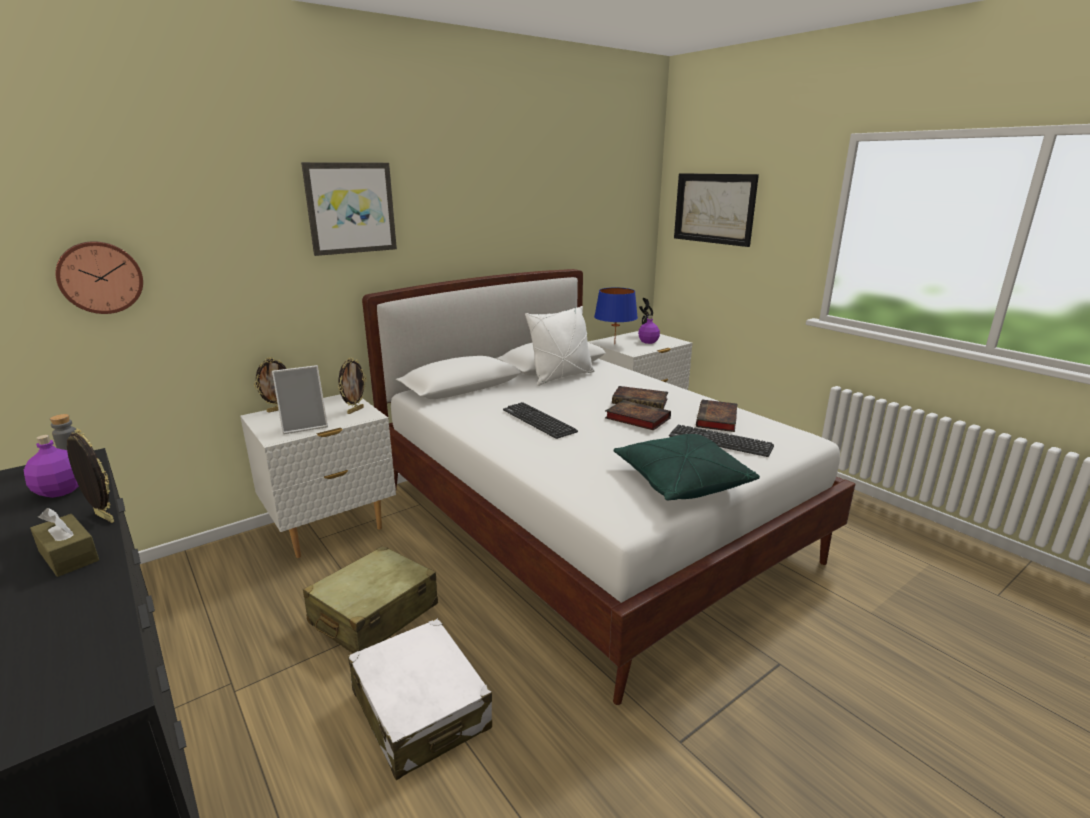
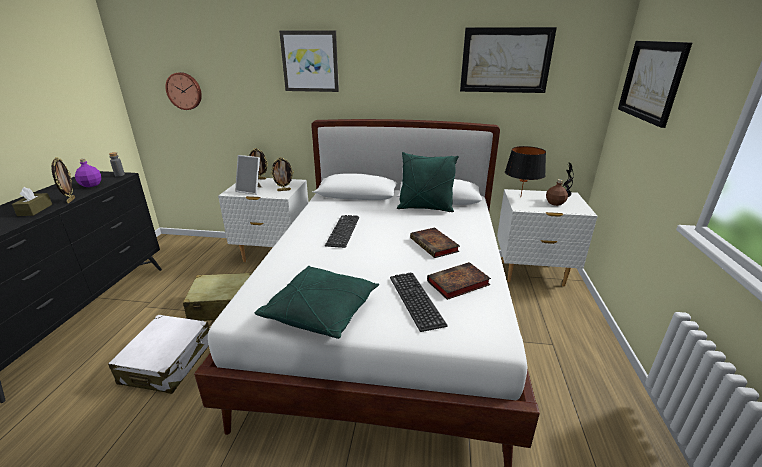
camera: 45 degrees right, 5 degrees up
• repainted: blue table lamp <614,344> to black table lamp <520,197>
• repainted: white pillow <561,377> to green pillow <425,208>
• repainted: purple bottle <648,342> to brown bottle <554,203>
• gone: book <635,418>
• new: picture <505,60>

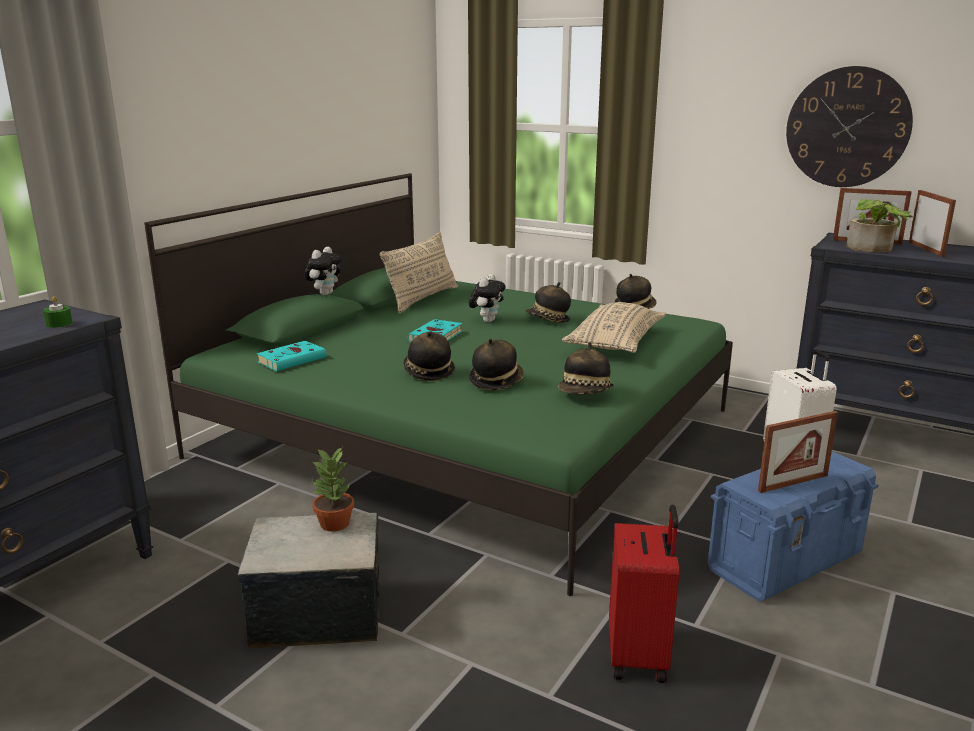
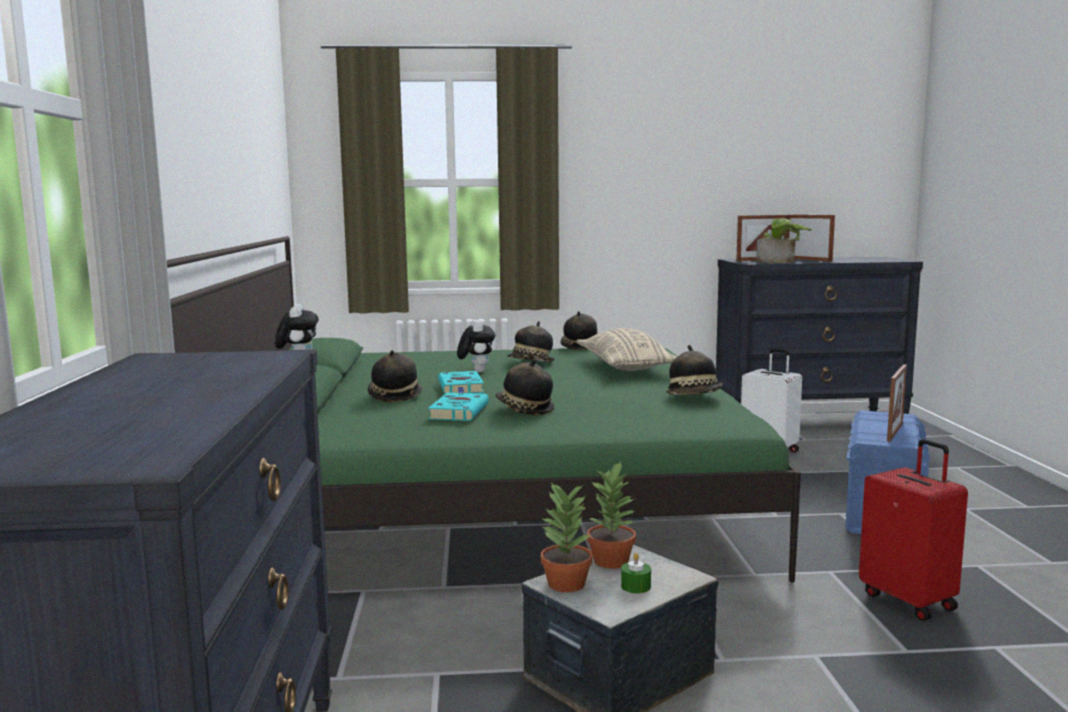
camera: 35 degrees left, 10 degrees down
• gone: wall clock <847,127>
• gone: beige pillow <423,299>
• shifted: green candle <59,324> to <635,586>
• shifted: hat <496,381> to <395,396>
• shifted: turquoise book <293,359> to <459,411>
• new: potted plant <565,584>

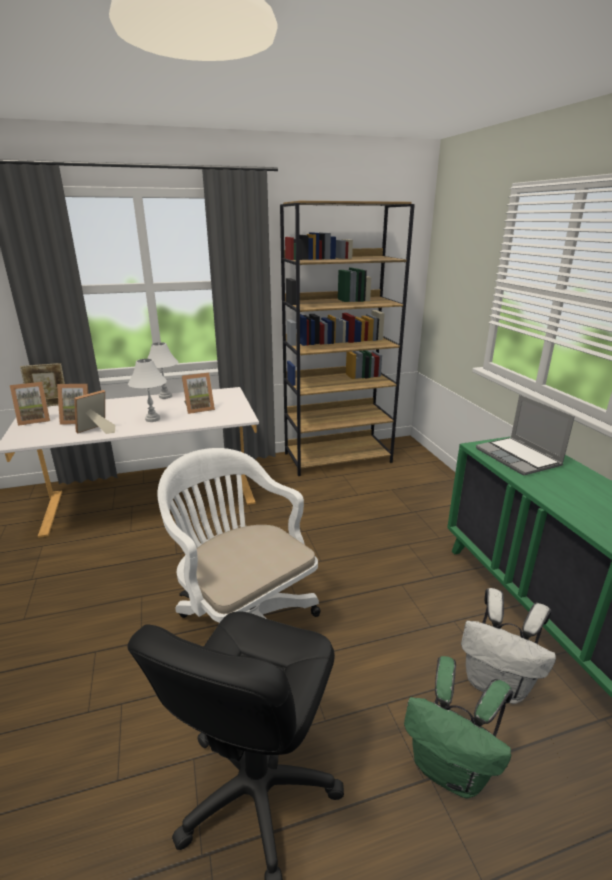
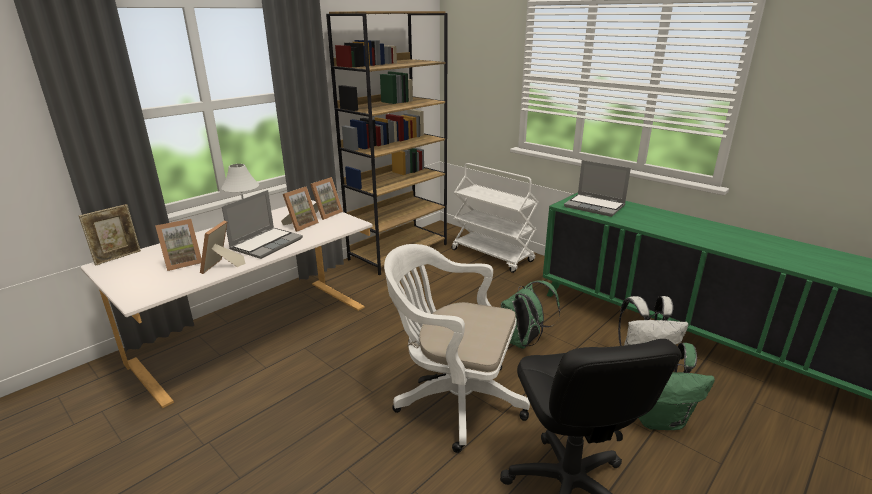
camera: 30 degrees left, 0 degrees up
• swapped: white table lamp <152,419> to laptop <267,244>
• shifted: picture frame <35,420> to <326,214>
• new: white cart <492,255>
• new: green backpack <524,342>

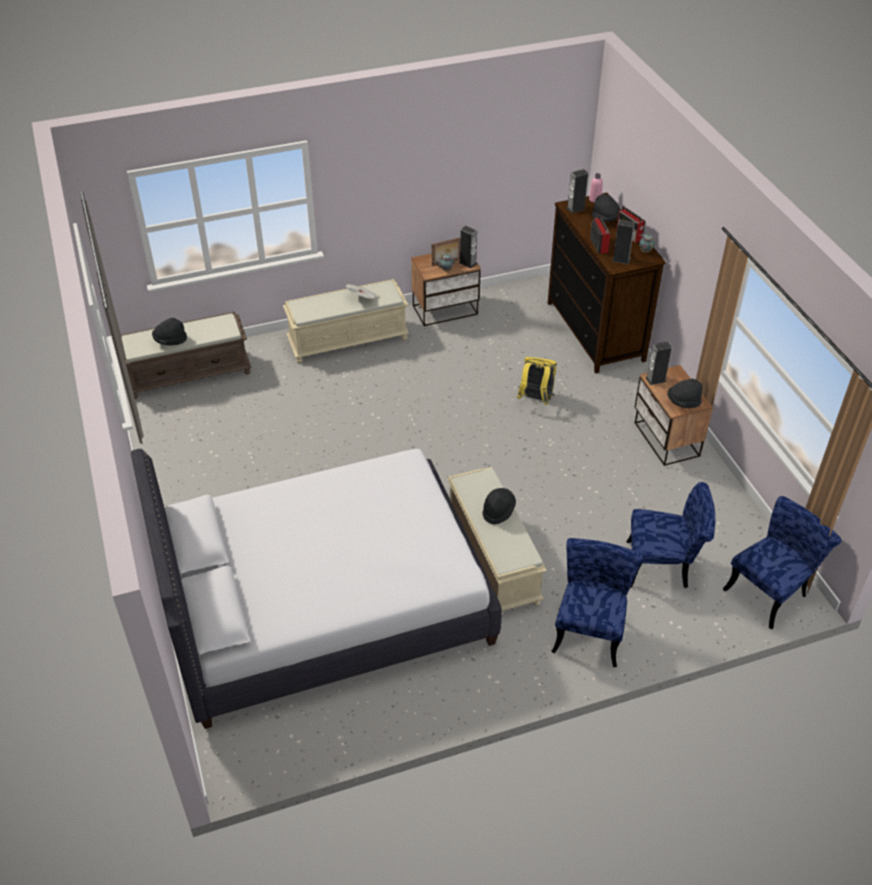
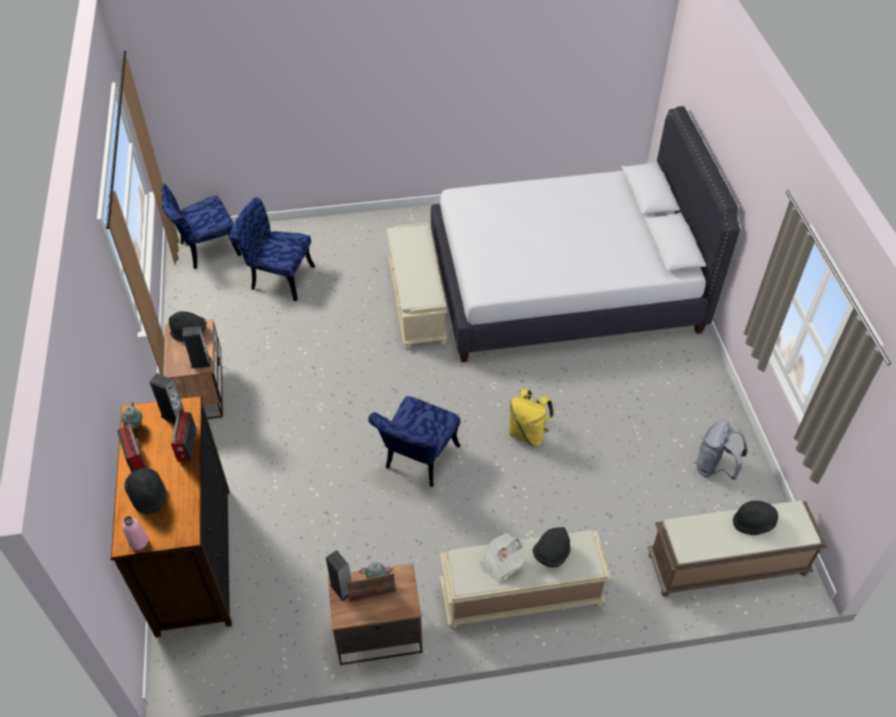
camera: 170 degrees left, 5 degrees up
• gone: speaker <575,208>
• shifted: yellow backpack <535,399> to <528,433>
• shifted: black hat <498,511> to <551,554>
• shifted: blue chair <590,629> to <417,461>
• new: grey backpack <714,468>

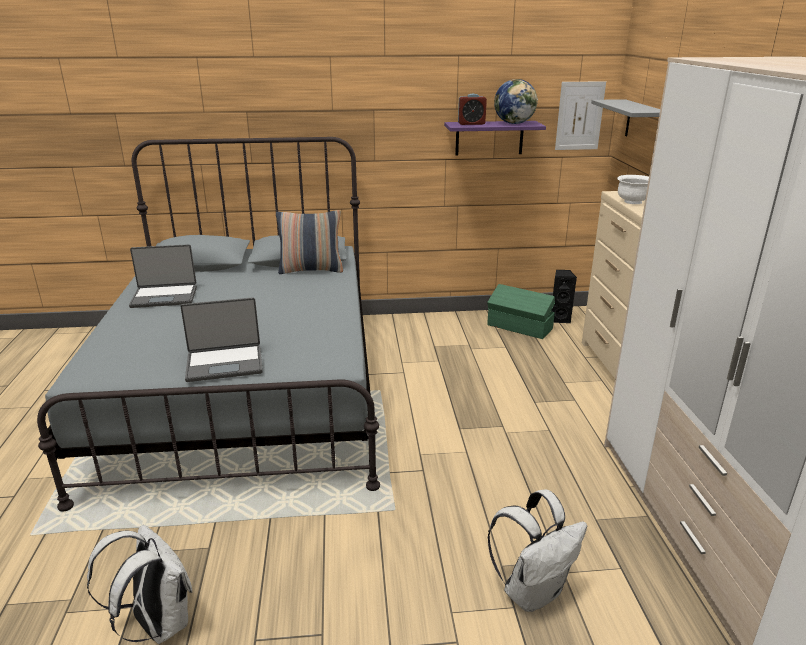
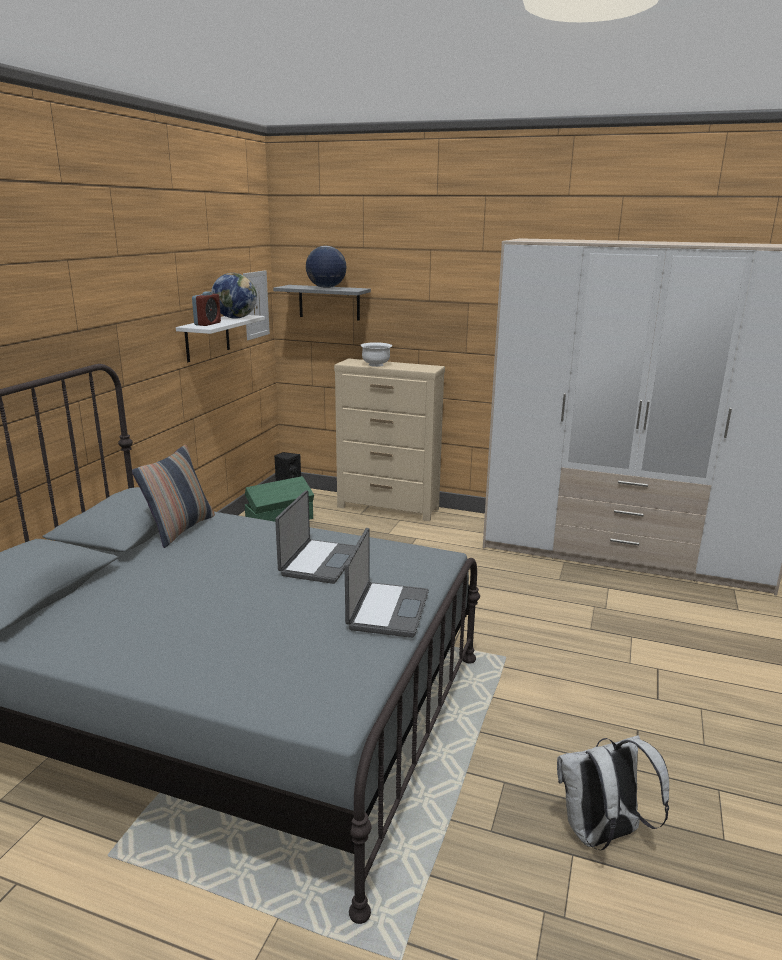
camera: 65 degrees left, 5 degrees down
• repainted: purple shelf <489,138> to white shelf <207,338>
• shifted: laptop <165,296> to <318,562>
• gone: white backpack <533,591>
• new: globe <326,288>

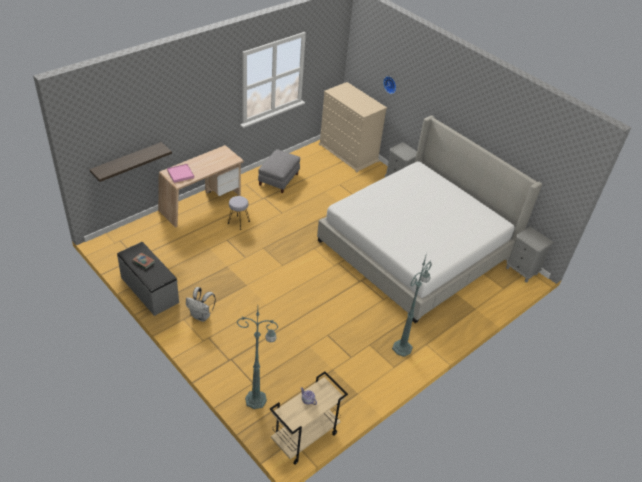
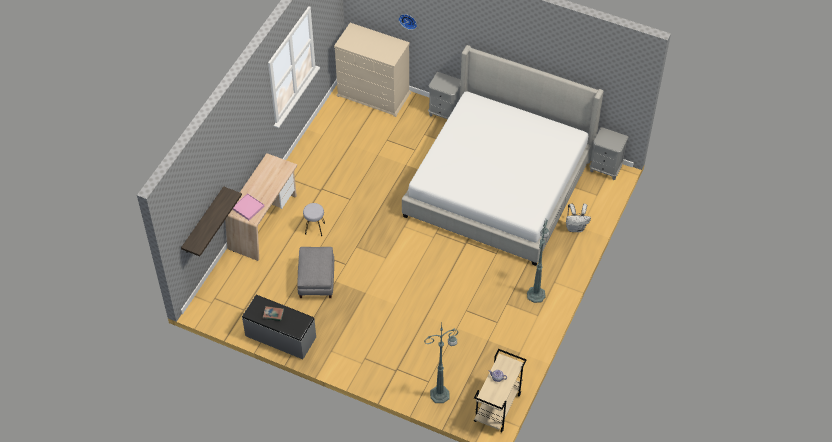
camera: 20 degrees left, 10 degrees up
• shifted: grey ottoman <279,179> to <316,280>
• shifted: white backpack <201,316> to <575,227>

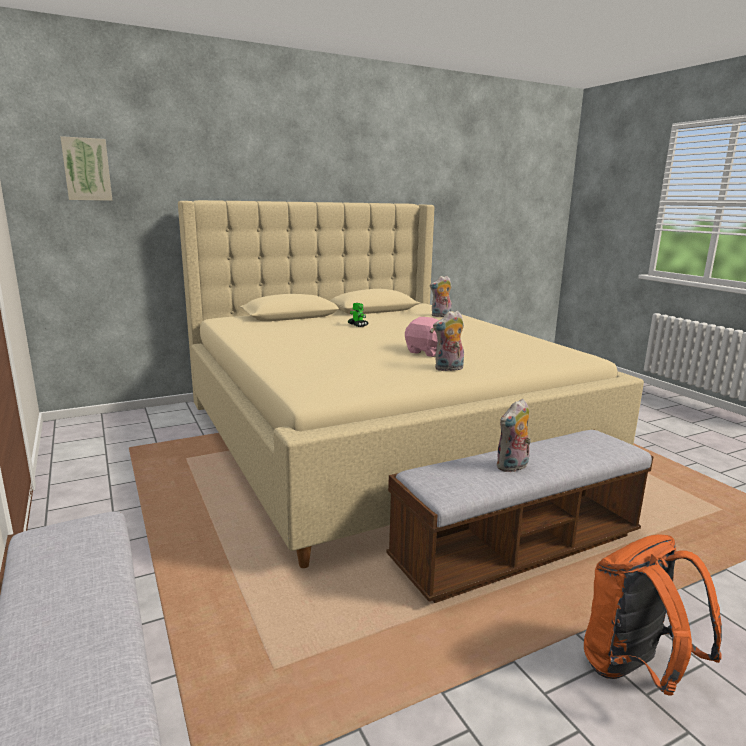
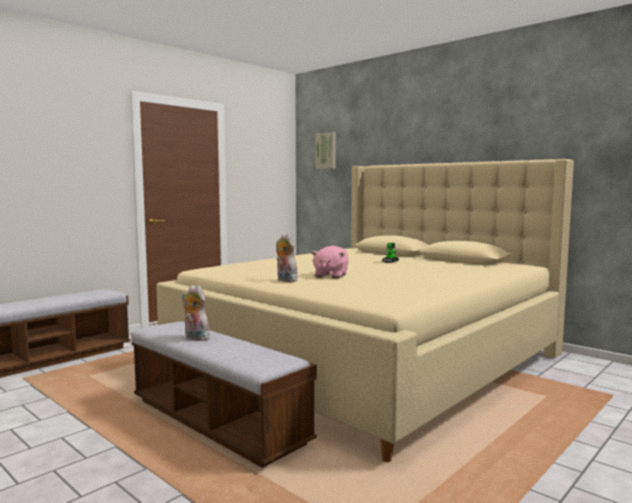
camera: 70 degrees right, 10 degrees down
• gone: plush toy <441,316>
• gone: orange backpack <634,671>

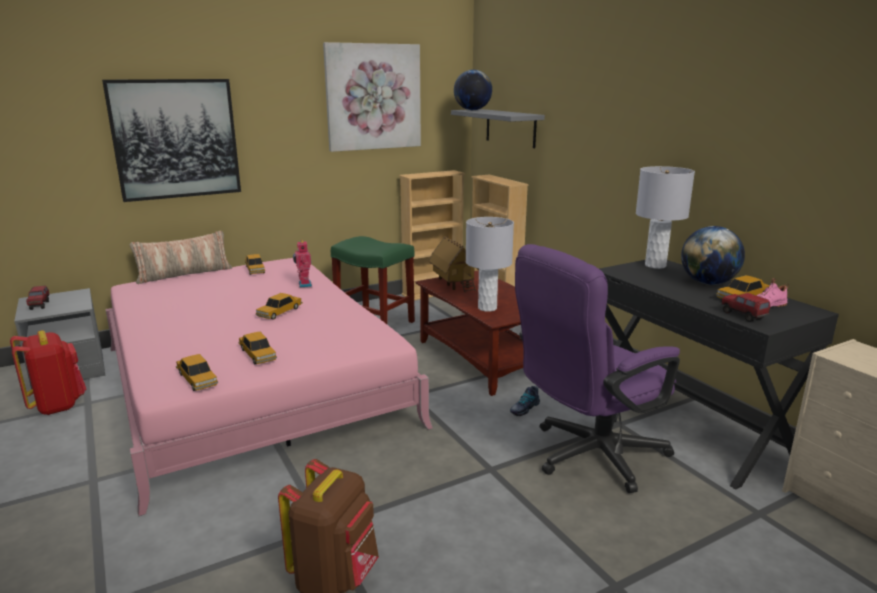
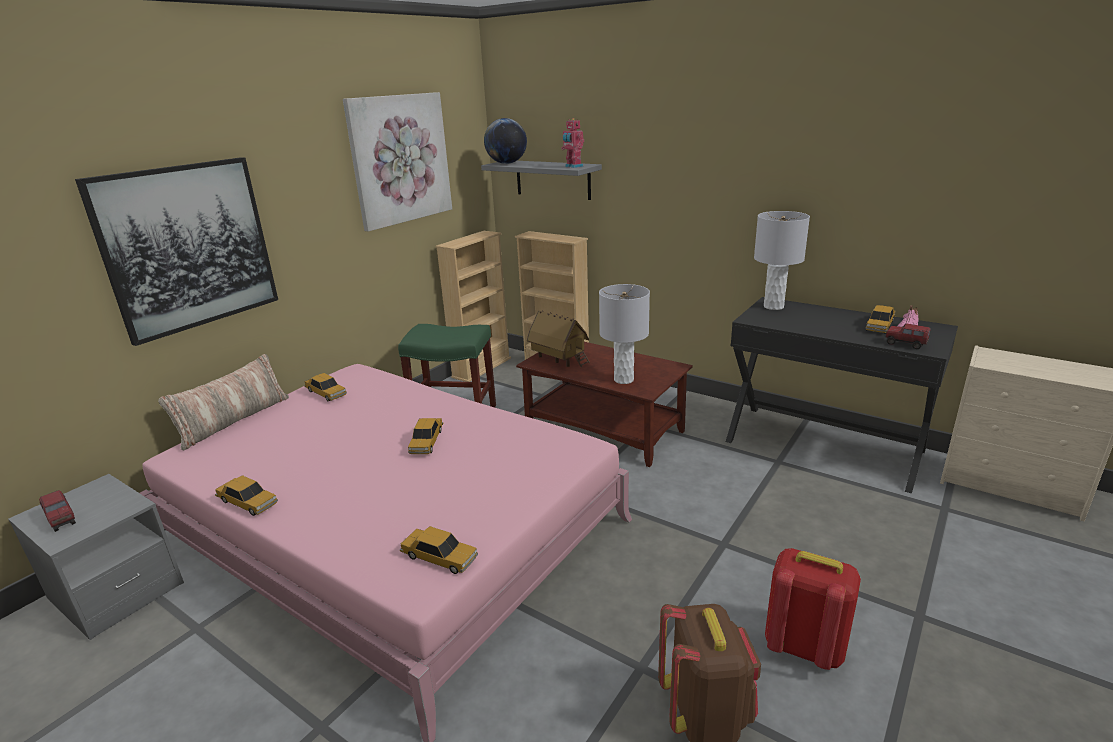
camera: 25 degrees left, 5 degrees up
• gone: globe <708,283>
• shifted: toy robot <304,285> to <573,166>
• gone: purple office chair <588,456>
• shifted: red backpack <58,405> to <803,646>
• shifted: toy car <258,354> to <248,502>
• gone: shoe <524,408>

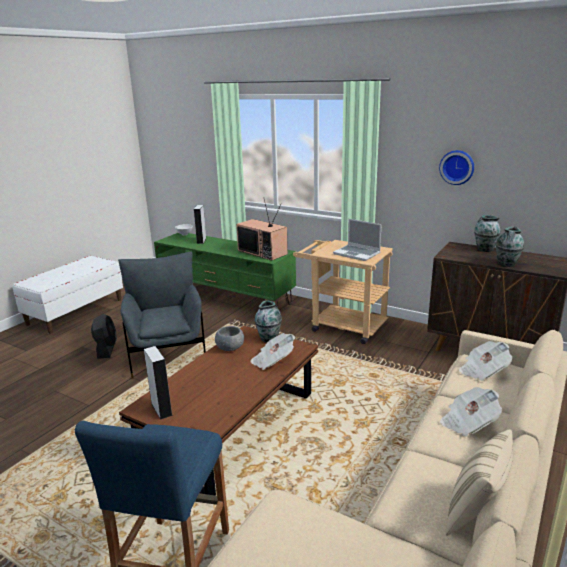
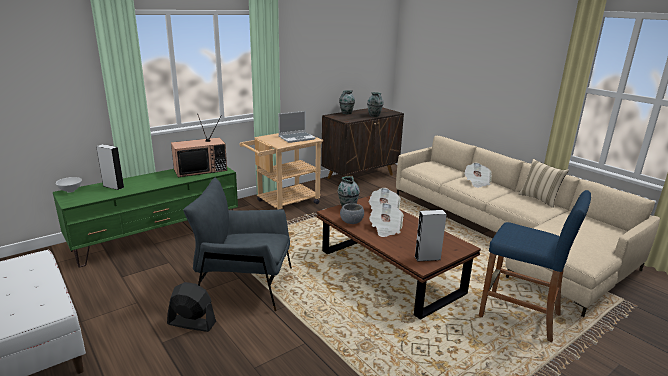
camera: 70 degrees left, 0 degrees up
• gone: wall clock <457,167>
• shifted: newspaper <483,371> to <385,229>

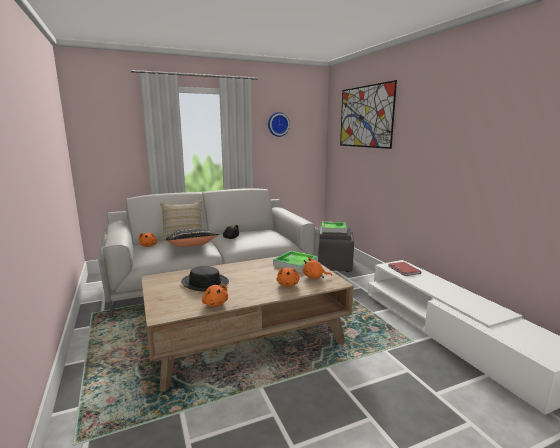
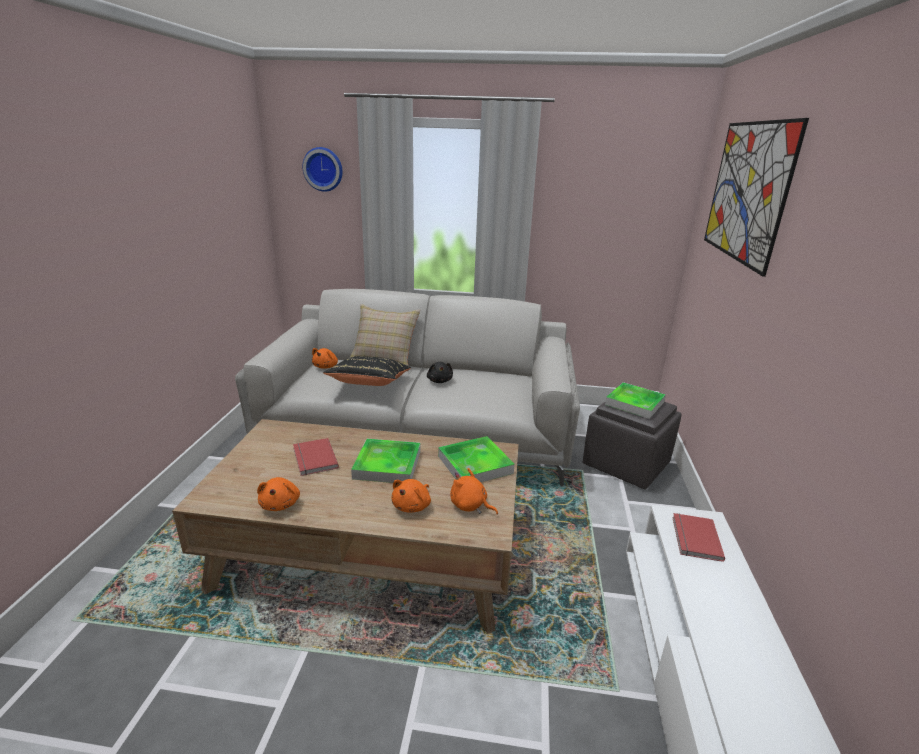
camera: 30 degrees right, 10 degrees up
• shifted: wall clock <278,124> to <323,169>
• swapped: black hat <205,283> to red book <313,459>
• new: tray <387,465>

